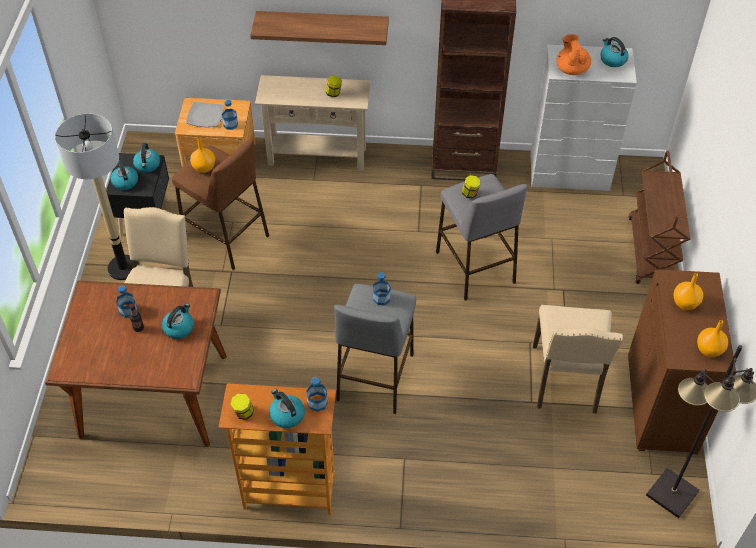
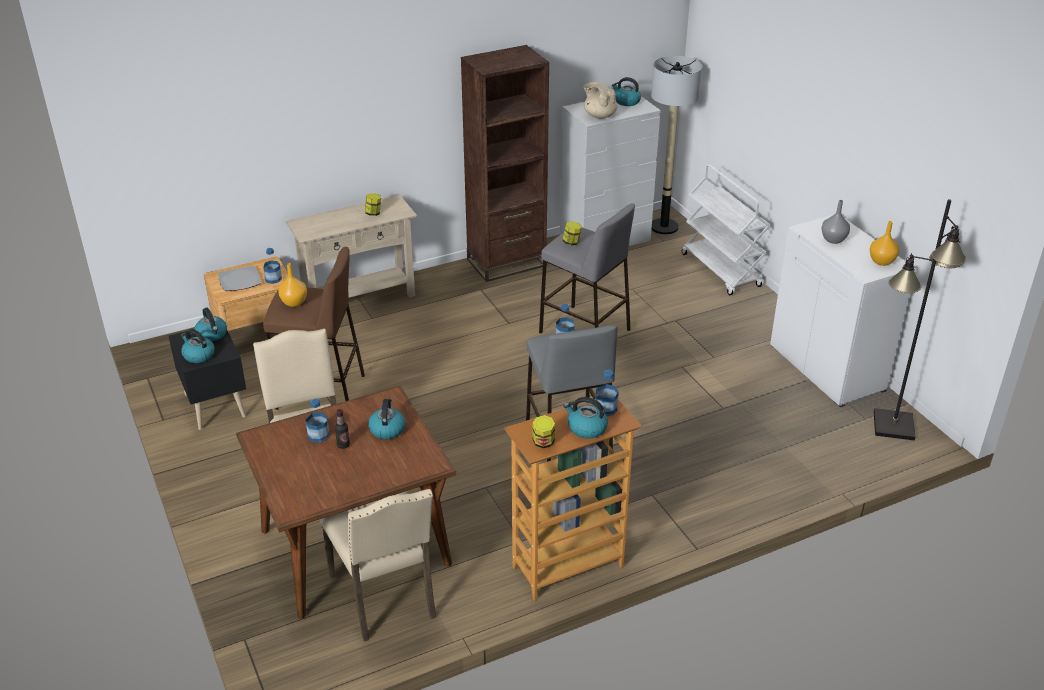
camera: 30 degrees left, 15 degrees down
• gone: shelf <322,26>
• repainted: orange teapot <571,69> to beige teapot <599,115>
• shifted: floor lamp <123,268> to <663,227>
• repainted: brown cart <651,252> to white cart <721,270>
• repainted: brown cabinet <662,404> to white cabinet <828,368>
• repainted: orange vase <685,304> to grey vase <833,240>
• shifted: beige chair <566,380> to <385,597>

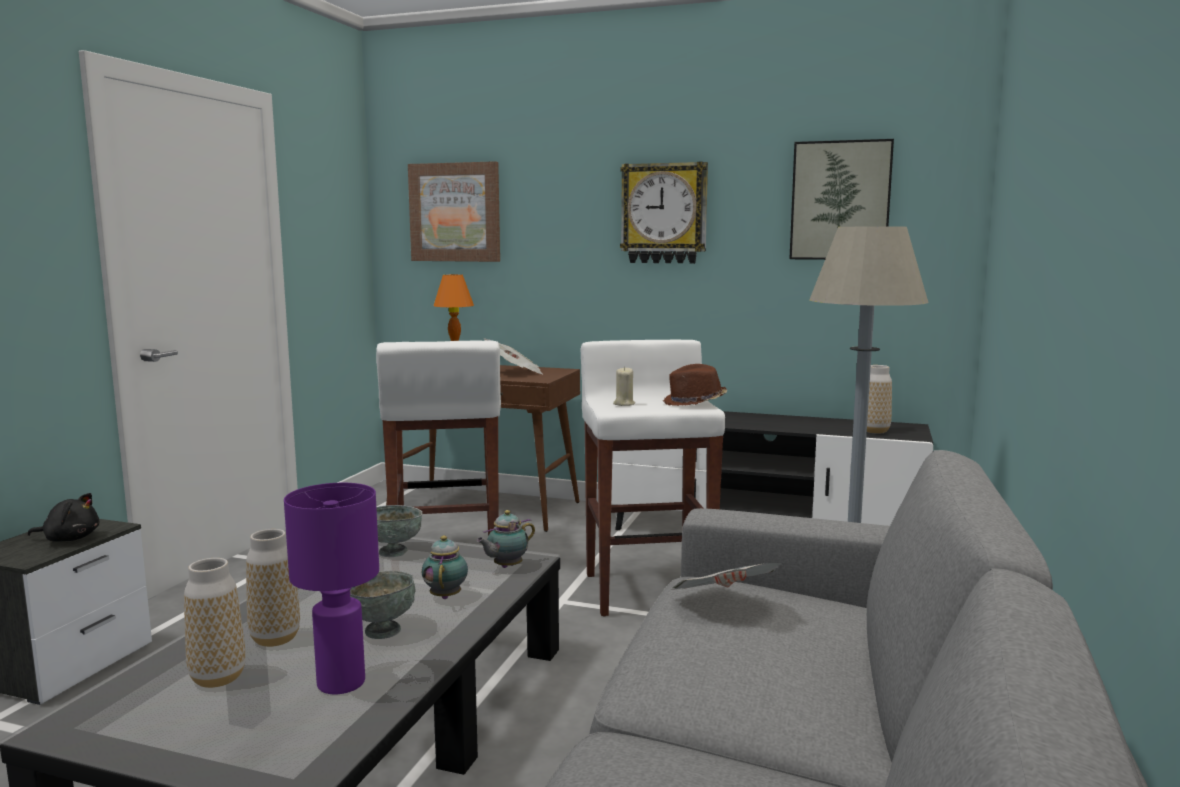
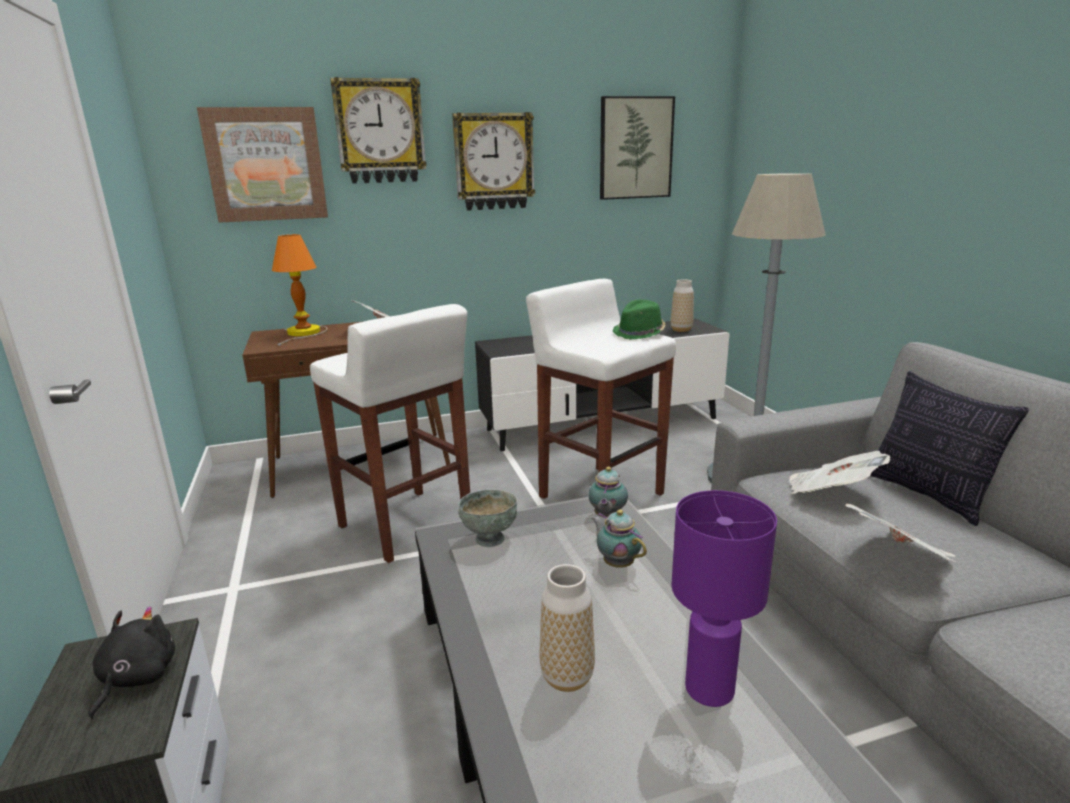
camera: 35 degrees left, 10 degrees up
• repainted: brown hat <694,402> to green hat <640,333>
• gone: beige candle <623,404>
• rotated: black plush toy <69,539> = <135,678> 45 degrees counterclockwise
• gone: vase <218,678>
• gone: grey bowl <381,630>
• new: wall clock <380,131>
• new: pillow <927,495>
• new: newspaper <899,558>

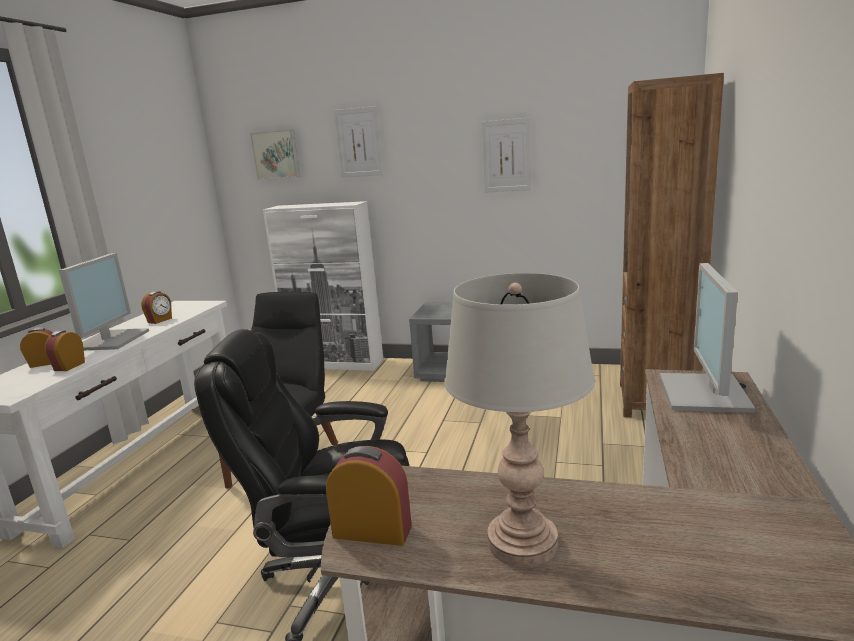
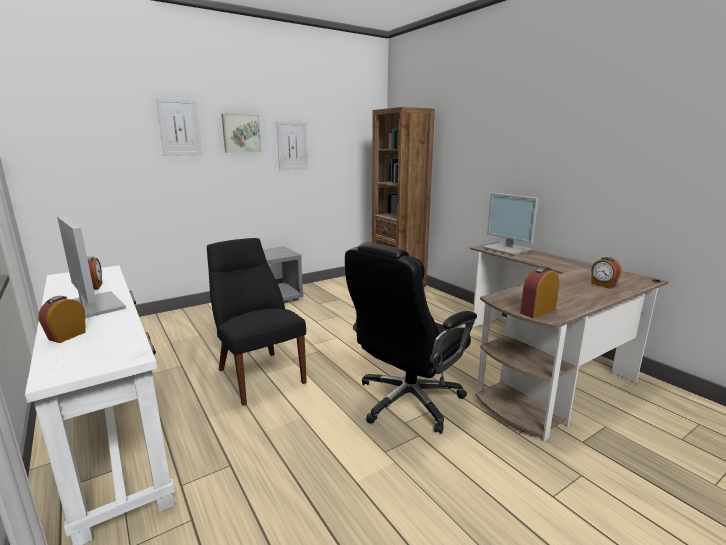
camera: 50 degrees left, 0 degrees up
• shifted: picture <276,154> to <241,133>
• gone: white cabinet <336,363>
• gone: grey table lamp <523,543>
• shifted: alarm clock <69,366> to <603,285>

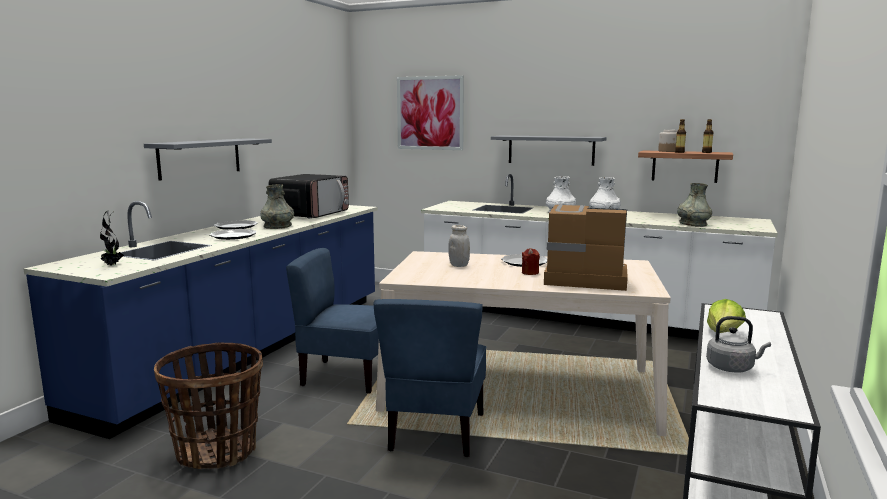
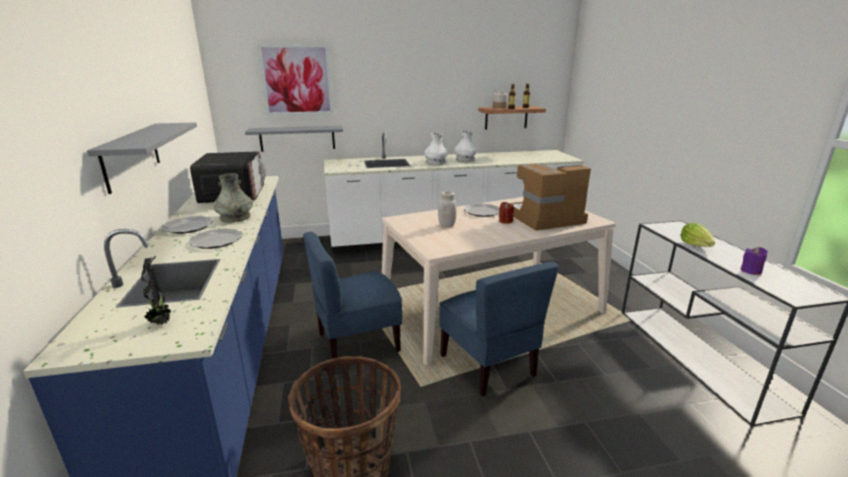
camera: 35 degrees left, 10 degrees up
• shifted: grey shelf <551,150> to <297,138>
• gone: grey vase <693,224>
• swapped: grey kettle <732,368> to purple candle <750,271>

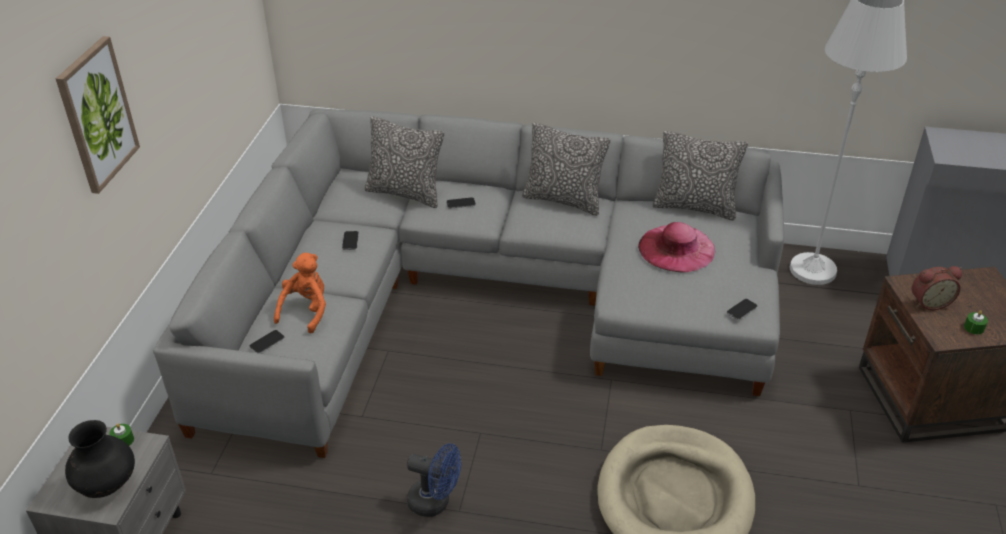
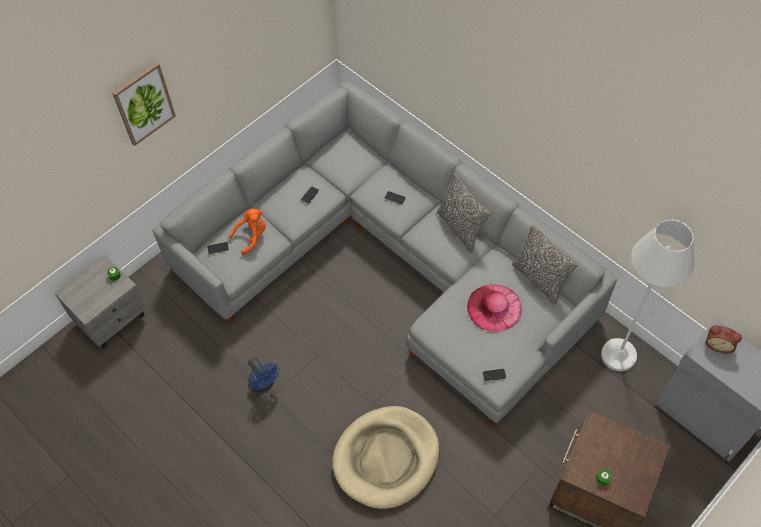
camera: 35 degrees right, 20 degrees up
• gone: pillow <405,193>
• shifted: alarm clock <929,302> to <718,344>
• gone: black vase <107,485>

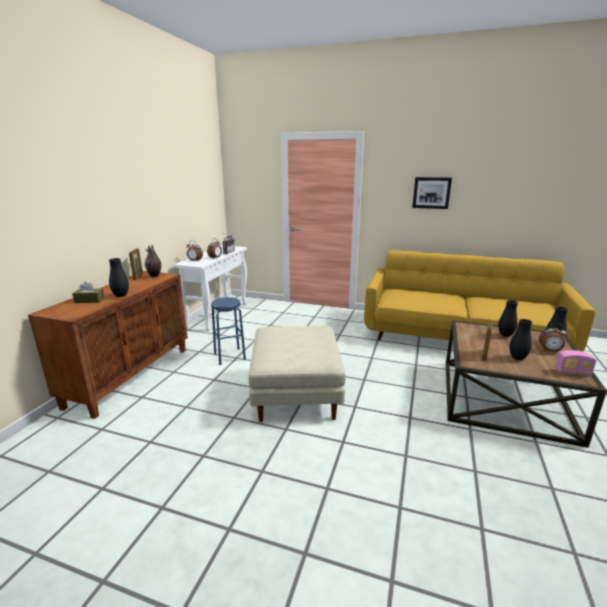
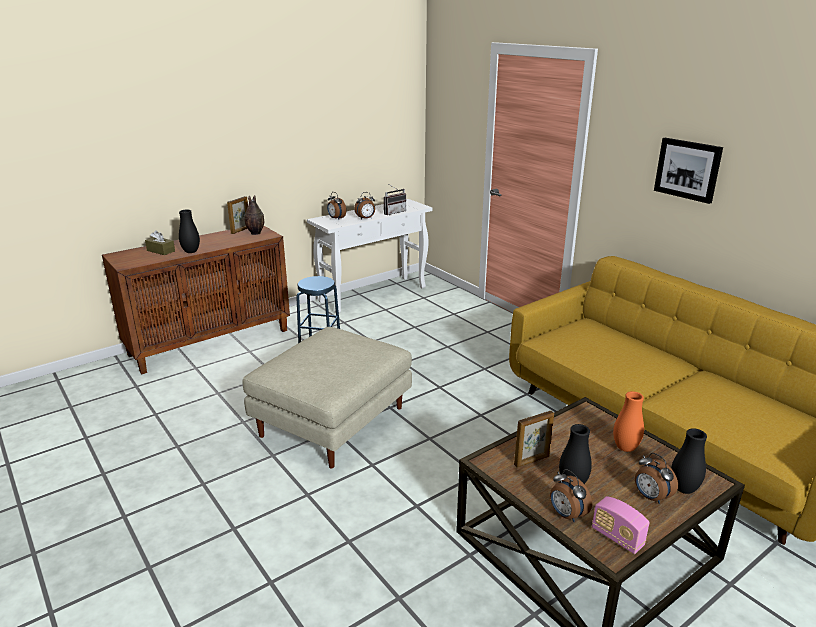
camera: 35 degrees right, 5 degrees up
• repainted: black vase <505,335> to orange vase <625,448>
• new: alarm clock <566,515>

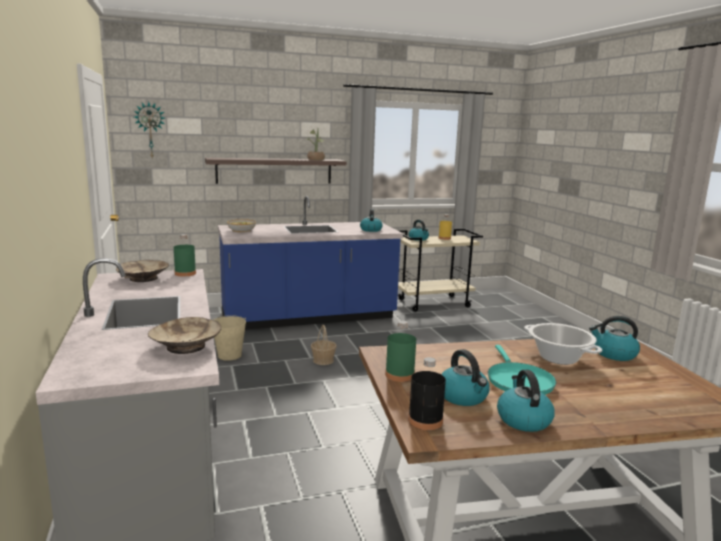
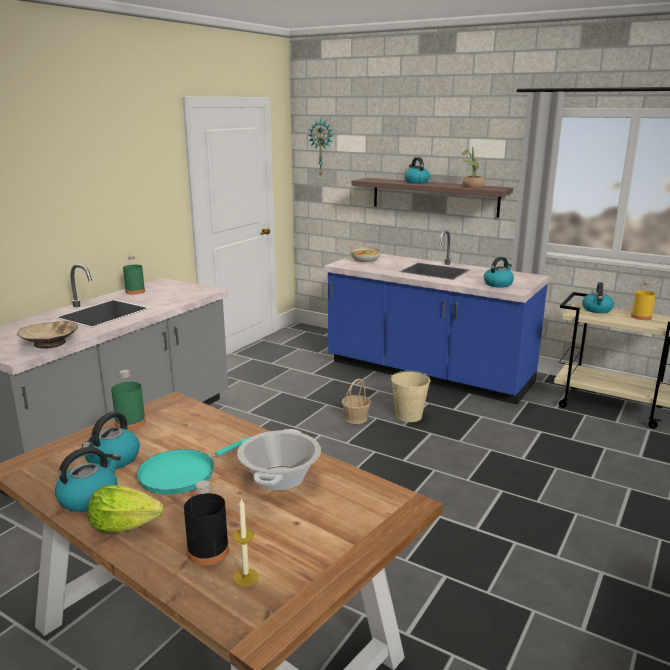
camera: 50 degrees right, 5 degrees up
• shifted: green bottle <185,273> to <135,291>
• gone: beige bowl <143,278>
• shifted: beige bucket <229,355> to <409,416>
• shifted: kettle <613,354> to <416,182>
• shifted: black bottle <425,420> to <208,551>
• new: lettuce <124,526>
• new: candle <246,577>

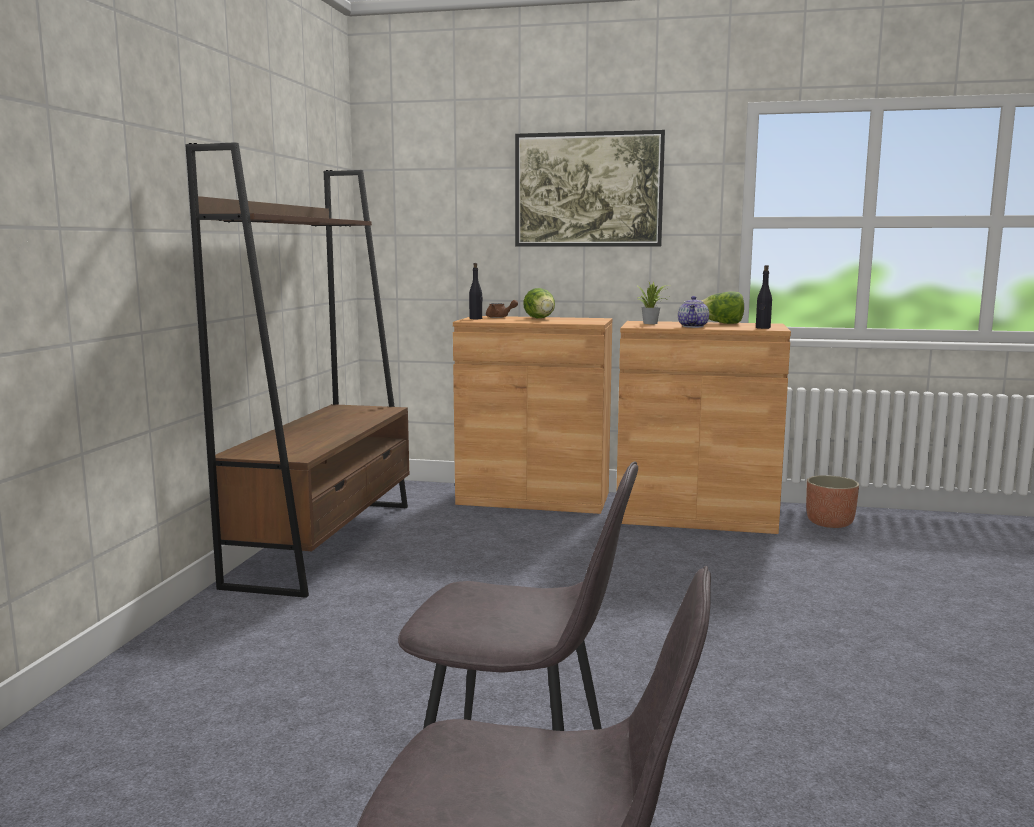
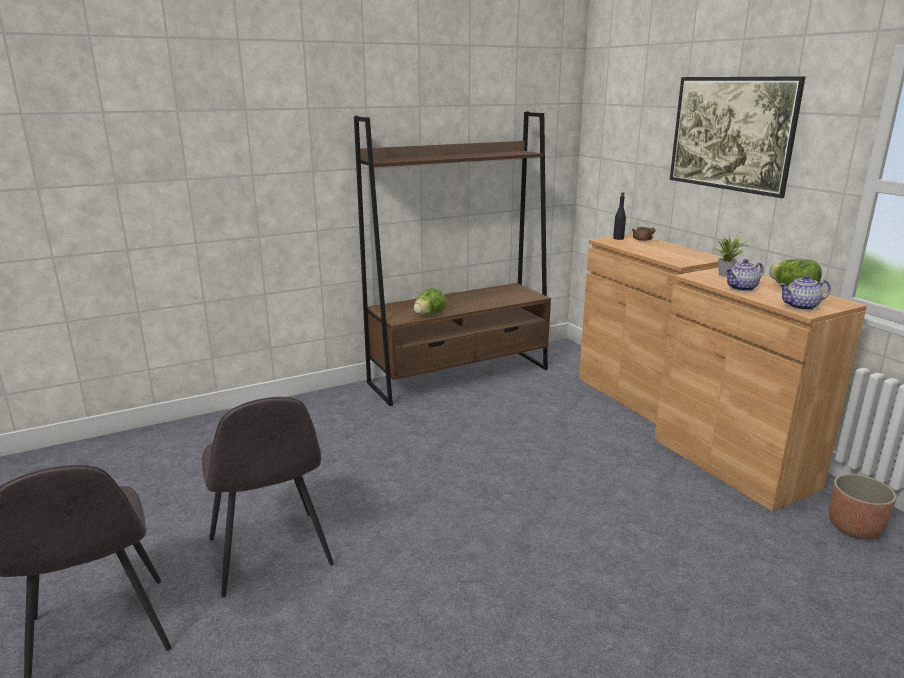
camera: 50 degrees right, 10 degrees up
• swapped: black bottle <762,328> to teapot <801,307>
• shifted: lettuce <541,318> to <429,315>

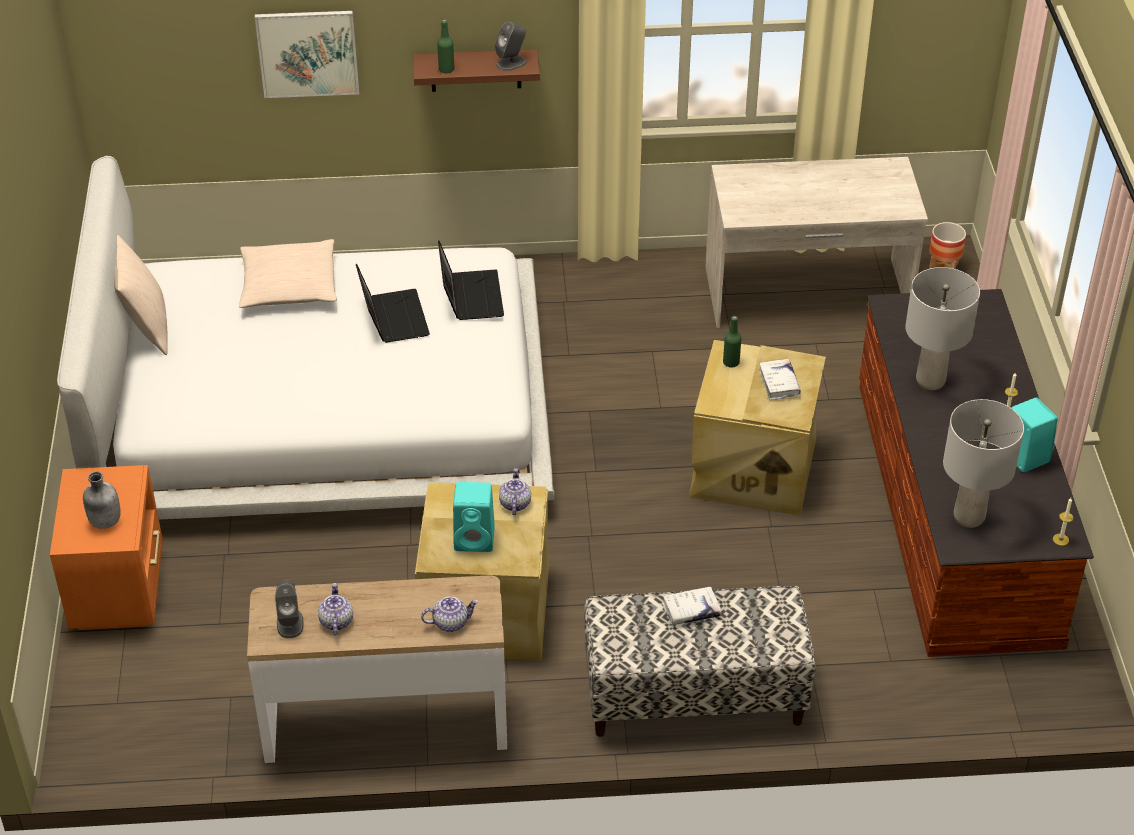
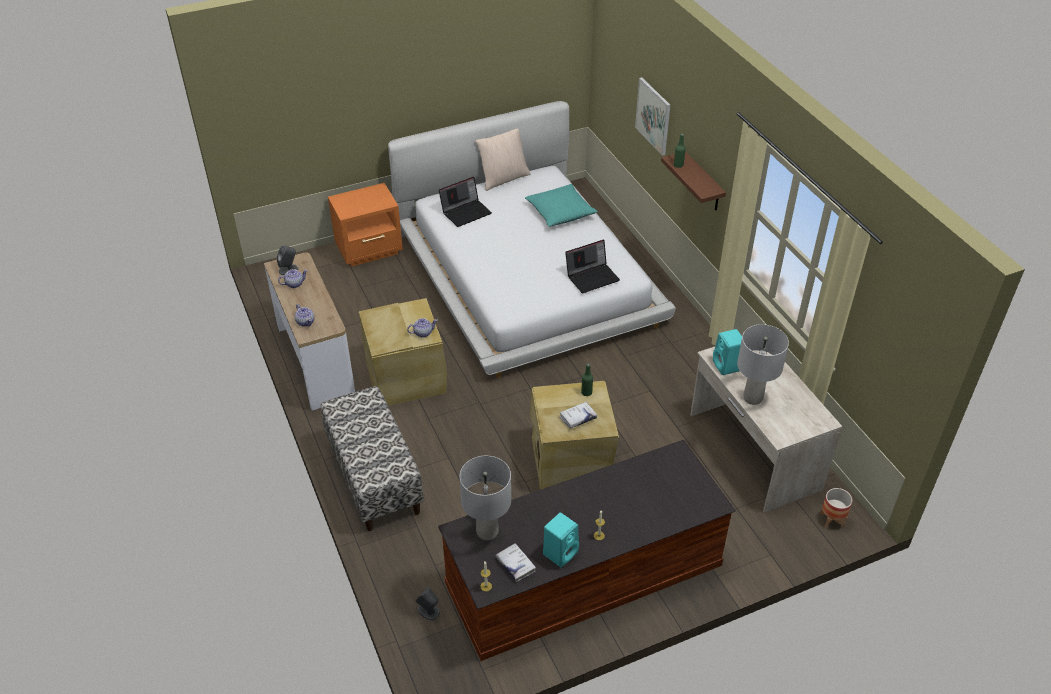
camera: 70 degrees right, 0 degrees up
• shifted: grey speaker <511,63> to <428,611>
• repainted: beige pillow <289,286> to turquoise pillow <560,212>
• shifted: laptop <392,317> to <466,212>
• shifted: grey table lamp <930,380> to <753,398>
• gone: grey bottle <105,522>
• shifted: turquoise speaker <476,539> to <727,366>
• shifted: white book <691,610> to <515,565>

